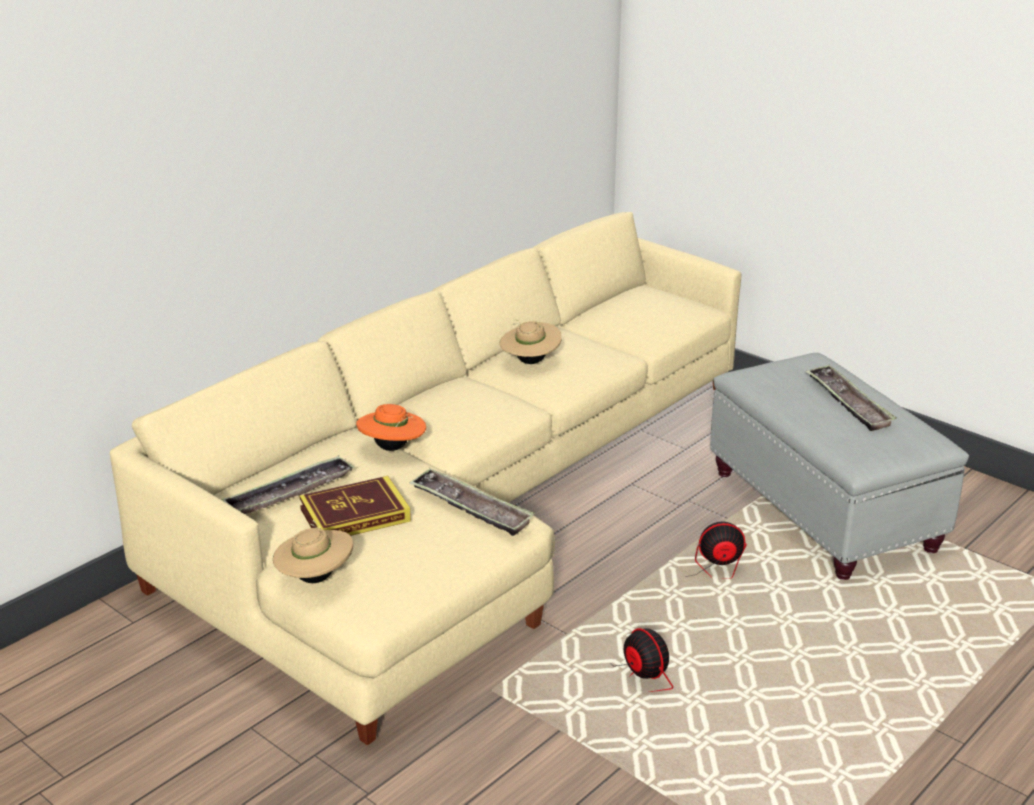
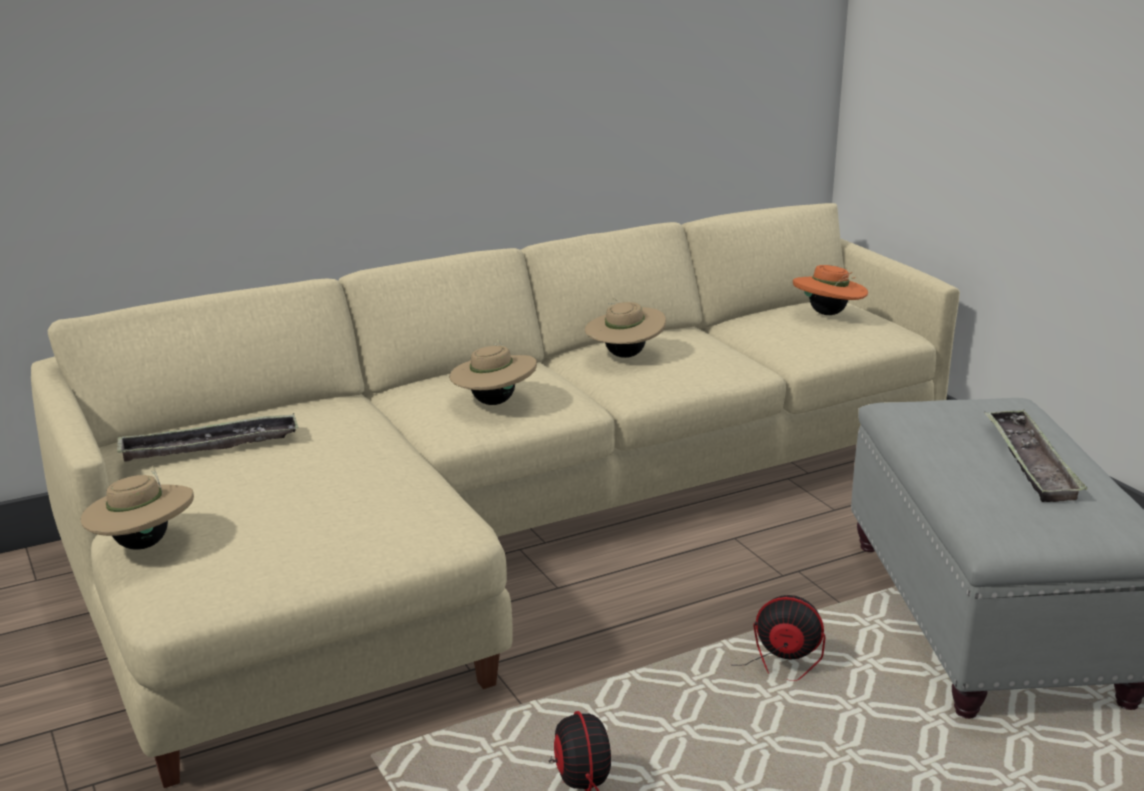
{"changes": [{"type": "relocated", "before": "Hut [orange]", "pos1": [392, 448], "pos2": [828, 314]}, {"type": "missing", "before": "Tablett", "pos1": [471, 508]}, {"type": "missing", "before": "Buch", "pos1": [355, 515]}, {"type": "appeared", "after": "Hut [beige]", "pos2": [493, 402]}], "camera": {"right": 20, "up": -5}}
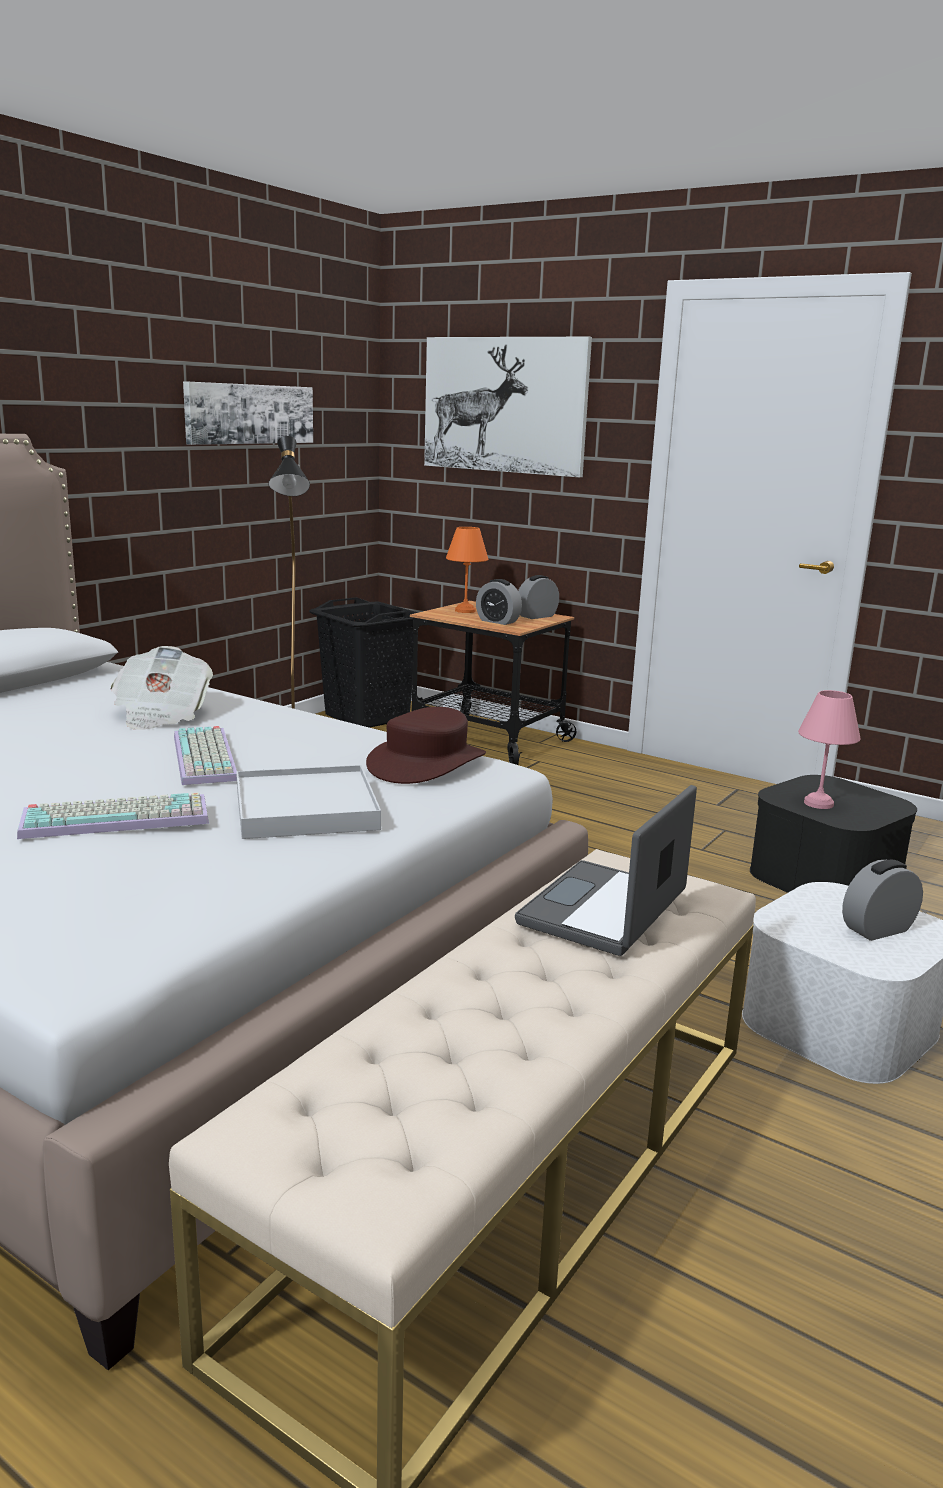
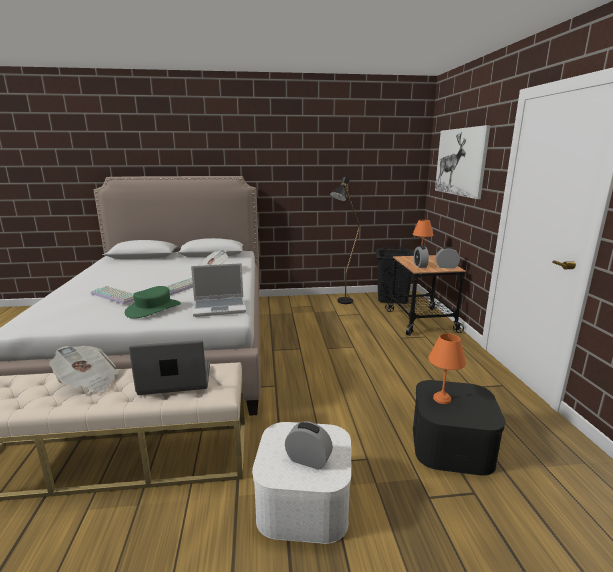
{"changes": [{"type": "missing", "before": "Bild", "pos1": [249, 414]}, {"type": "colour", "before": "Tischlampe [rosa]", "after": "Tischlampe [orange]", "pos1": [817, 803], "pos2": [442, 398]}, {"type": "exchanged", "before": "Hut [braun]", "after": "Laptop", "pos1": [426, 763], "pos2": [220, 307]}, {"type": "exchanged", "before": "Tablett [weiß]", "after": "Hut [grün]", "pos1": [306, 809], "pos2": [153, 309]}, {"type": "appeared", "after": "Zeitung", "pos2": [88, 382]}], "camera": {"right": 50, "up": 0}}
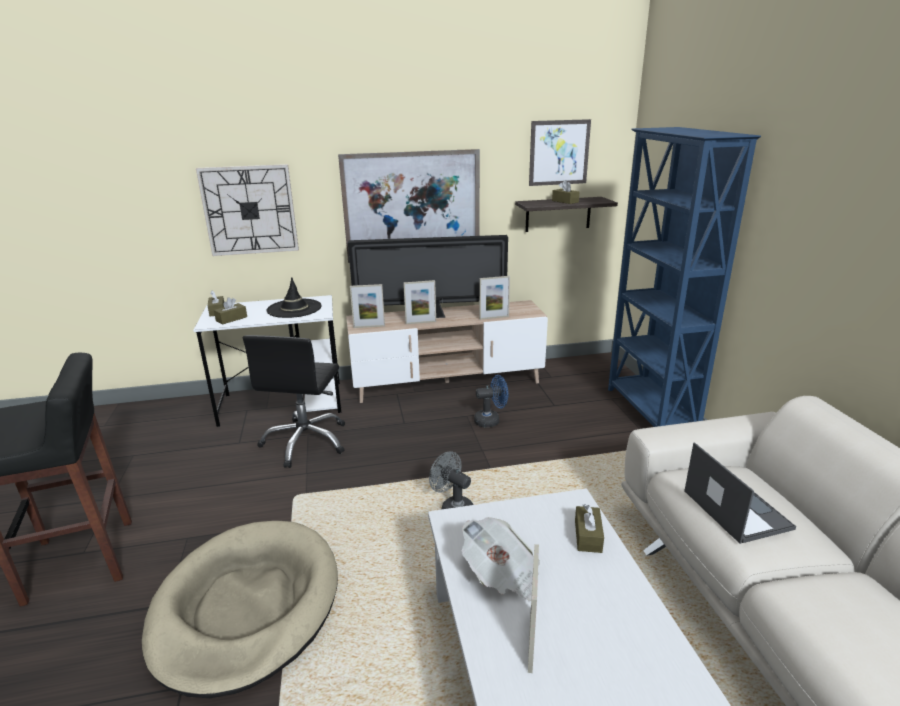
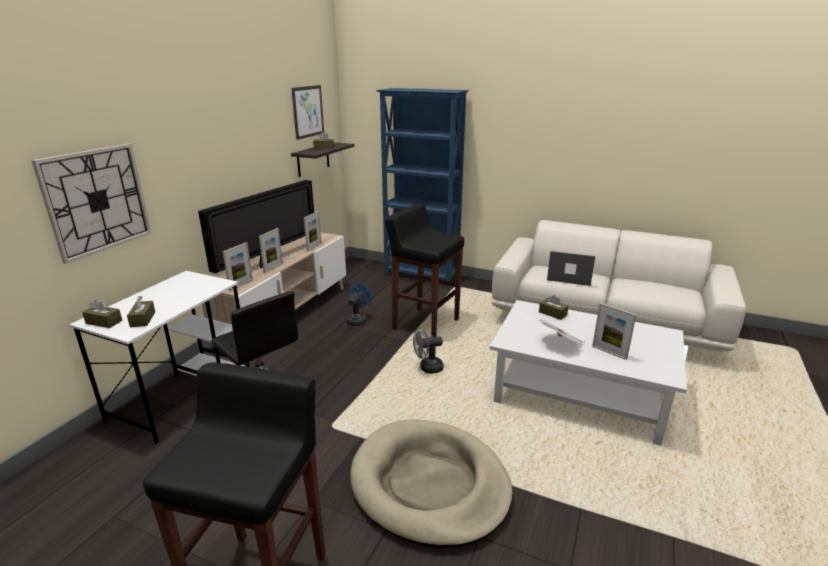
{"changes": [{"type": "missing", "before": "Bild", "pos1": [412, 206]}, {"type": "missing", "before": "Hut [schwarz]", "pos1": [294, 308]}, {"type": "appeared", "after": "Hocker [schwarz]", "pos2": [425, 324]}], "camera": {"right": -55, "up": 0}}
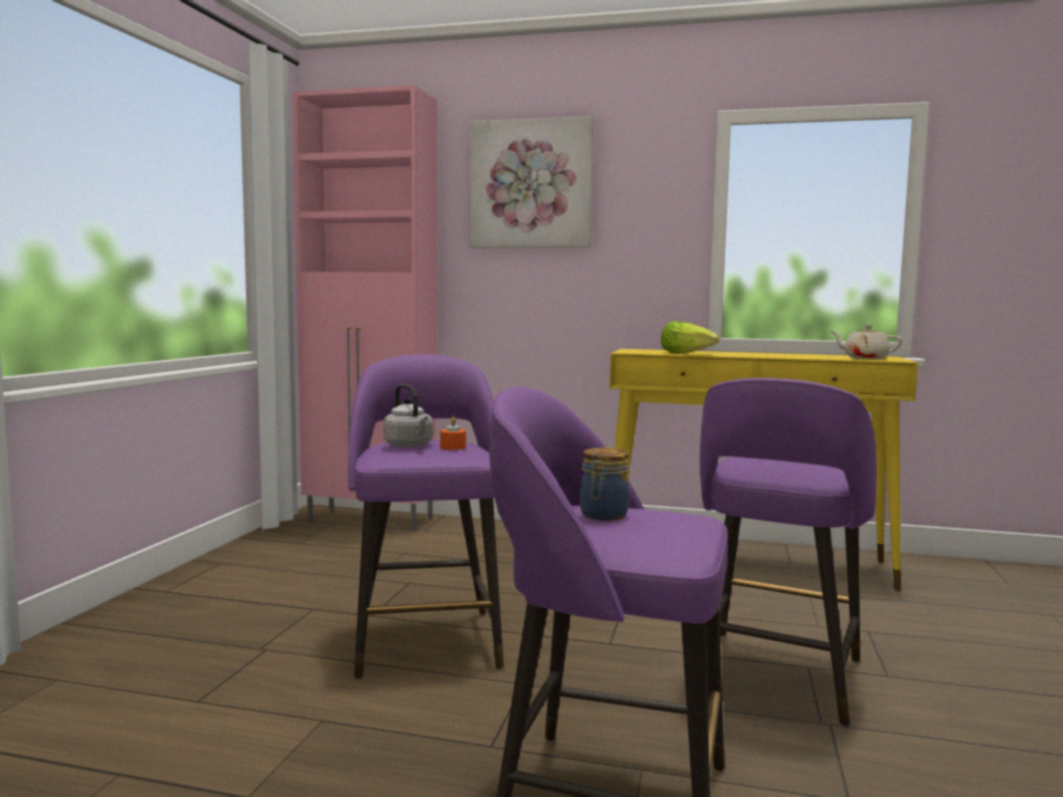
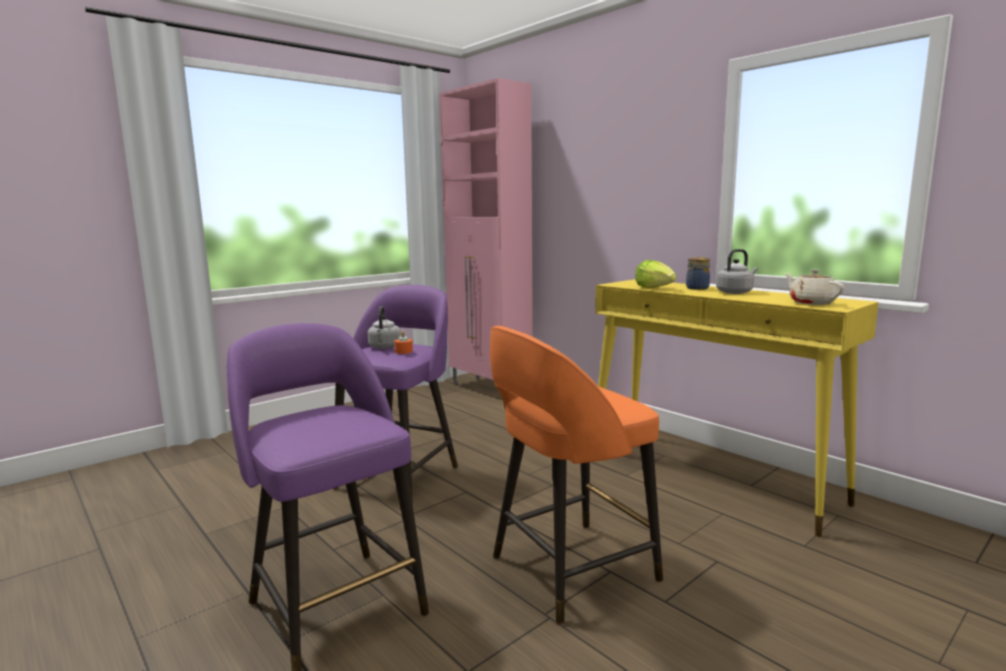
{"changes": [{"type": "missing", "before": "Bild", "pos1": [531, 184]}, {"type": "colour", "before": "Hocker [lila]", "after": "Hocker [orange]", "pos1": [774, 677], "pos2": [569, 569]}, {"type": "relocated", "before": "Vorratsglas", "pos1": [603, 516], "pos2": [696, 288]}, {"type": "appeared", "after": "Wasserkessel [grau]", "pos2": [735, 292]}], "camera": {"right": 35, "up": 5}}
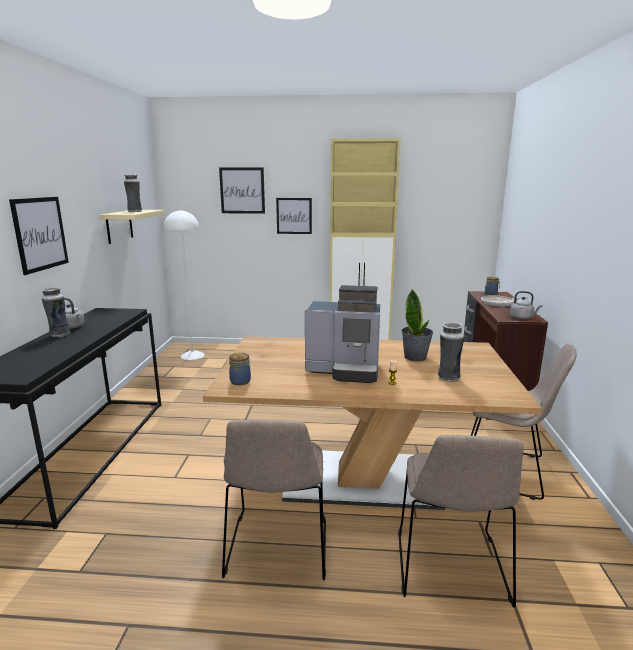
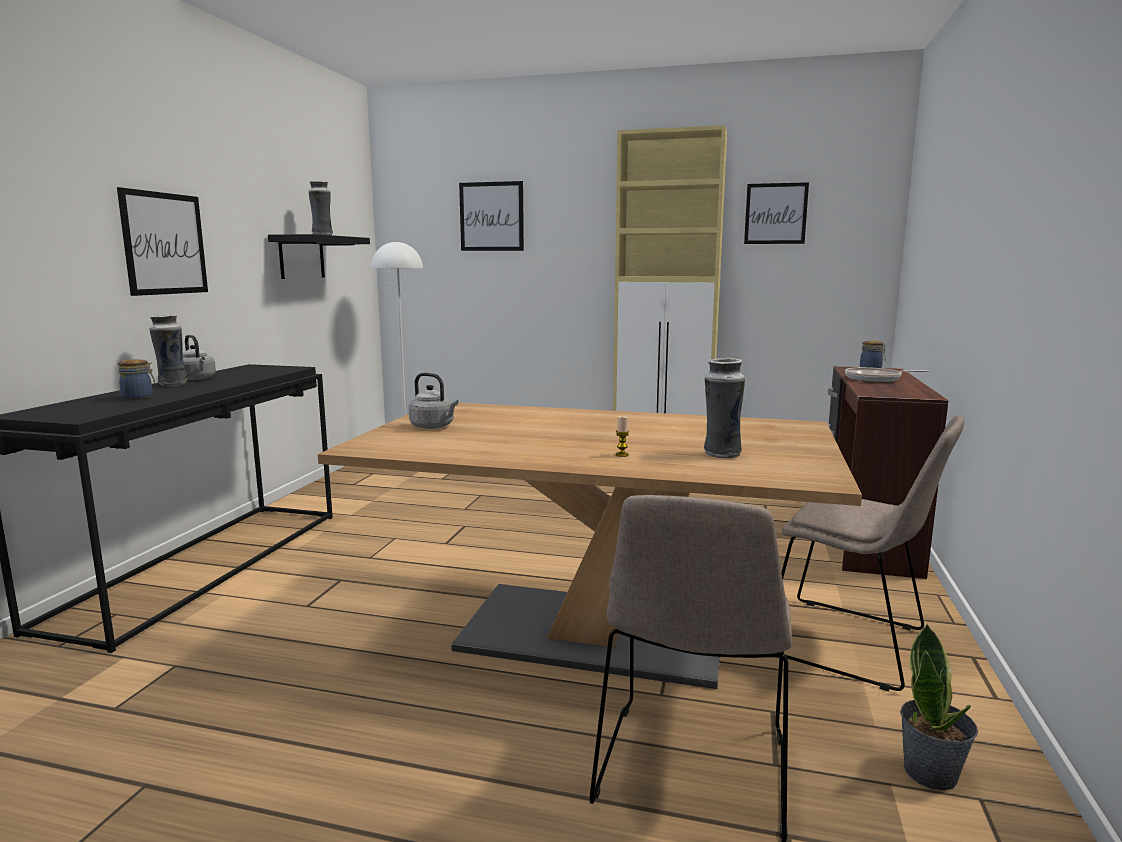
{"changes": [{"type": "relocated", "before": "Bild", "pos1": [294, 216], "pos2": [775, 213]}, {"type": "colour", "before": "Wandregal [beige]", "after": "Wandregal [schwarz]", "pos1": [119, 226], "pos2": [301, 257]}, {"type": "missing", "before": "Kaffeemaschine", "pos1": [345, 370]}, {"type": "relocated", "before": "Topfpflanze", "pos1": [415, 357], "pos2": [931, 773]}, {"type": "relocated", "before": "Wasserkessel [grau]", "pos1": [522, 317], "pos2": [434, 426]}, {"type": "relocated", "before": "Vorratsglas", "pos1": [241, 381], "pos2": [139, 398]}, {"type": "missing", "before": "Stuhl [beige]", "pos1": [277, 549]}], "camera": {"right": 10, "up": -5}}
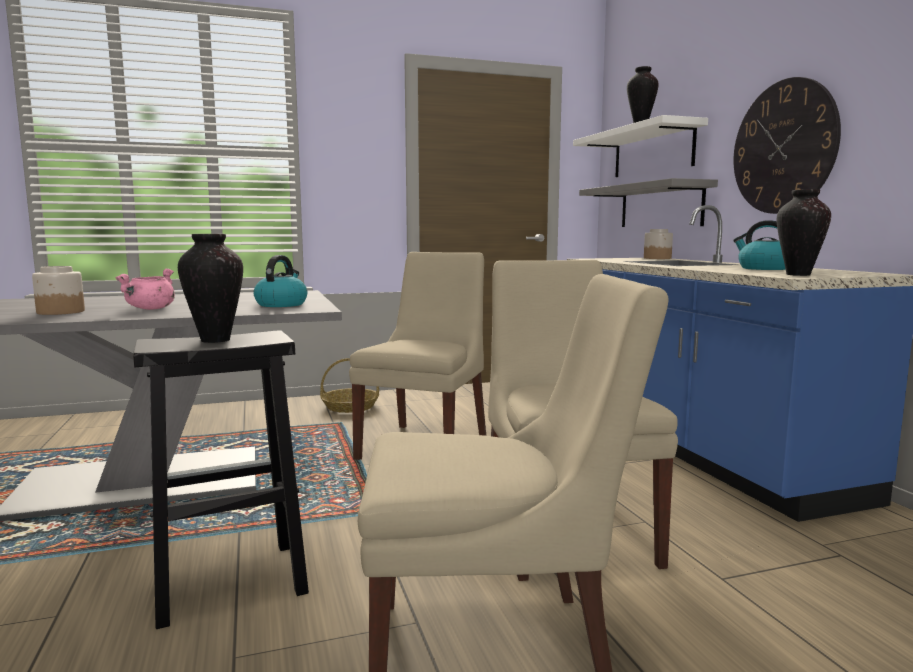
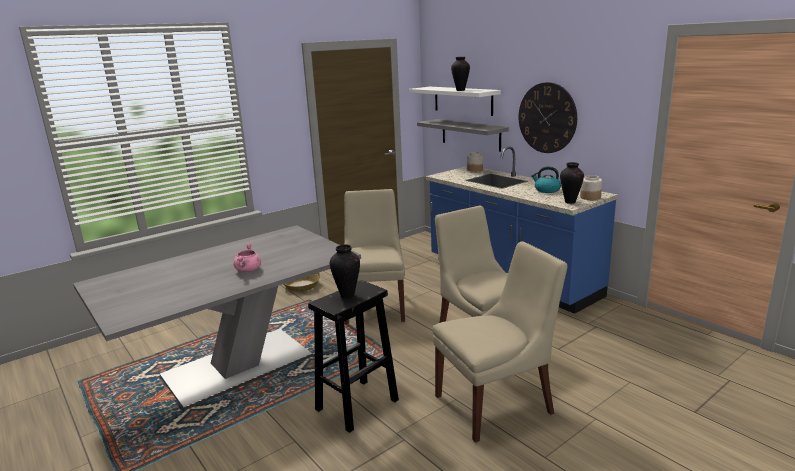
{"changes": [{"type": "missing", "before": "Wasserkessel", "pos1": [281, 304]}, {"type": "relocated", "before": "Vorratsglas", "pos1": [60, 312], "pos2": [590, 197]}], "camera": {"right": -20, "up": 10}}
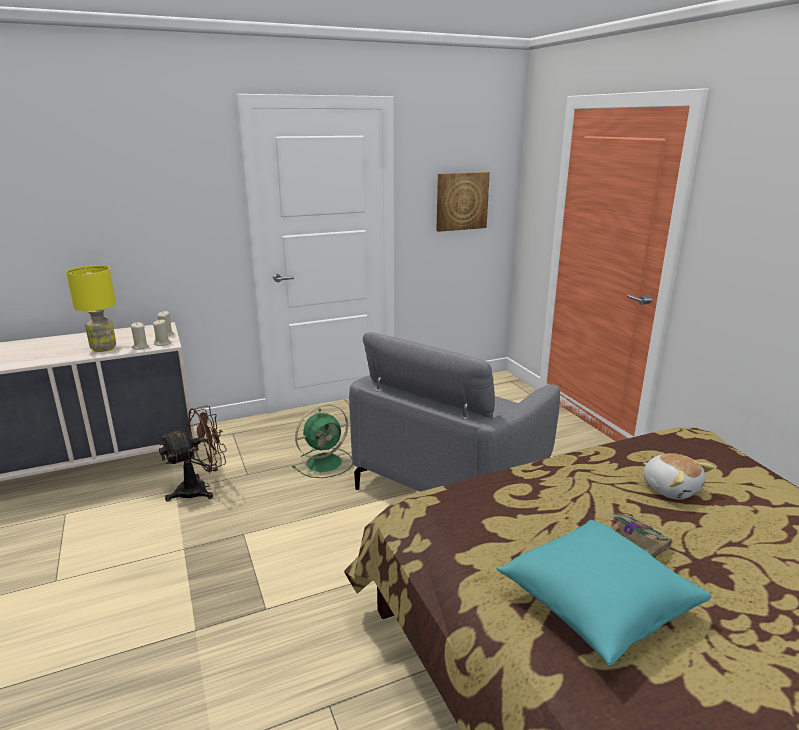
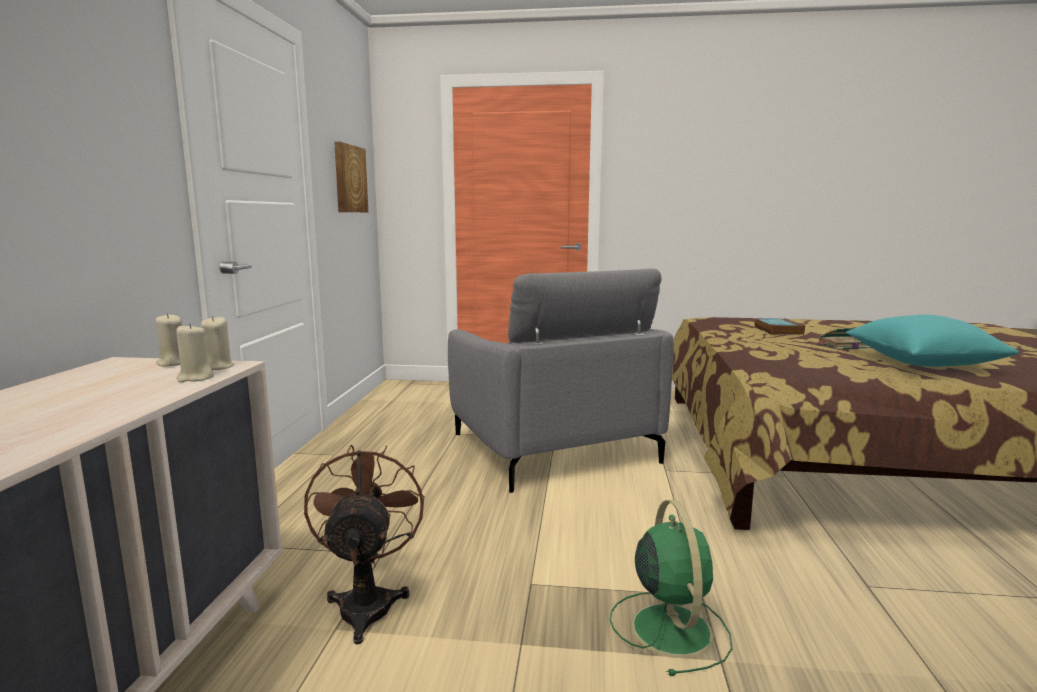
{"changes": [{"type": "missing", "before": "Tischlampe [gelb]", "pos1": [103, 348]}, {"type": "relocated", "before": "Ventilator [grün]", "pos1": [325, 462], "pos2": [670, 627]}, {"type": "exchanged", "before": "Plüschtier", "after": "Buch", "pos1": [670, 488], "pos2": [777, 330]}], "camera": {"right": -60, "up": -10}}
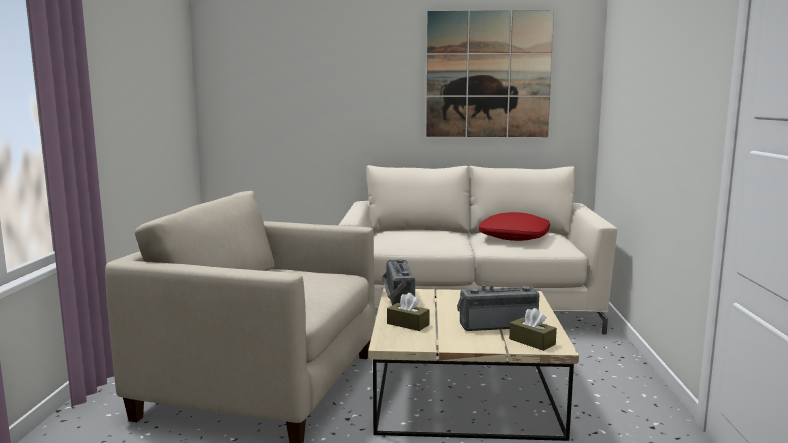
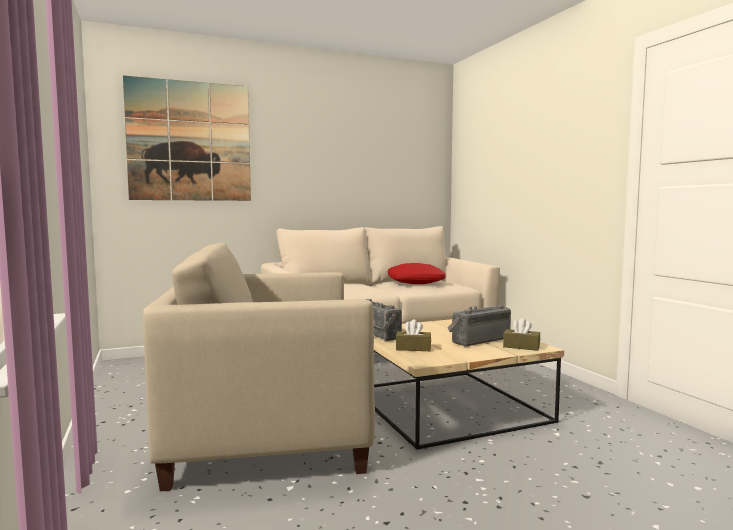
{"changes": [{"type": "relocated", "before": "Bild", "pos1": [488, 75], "pos2": [190, 141]}], "camera": {"right": -25, "up": -5}}
